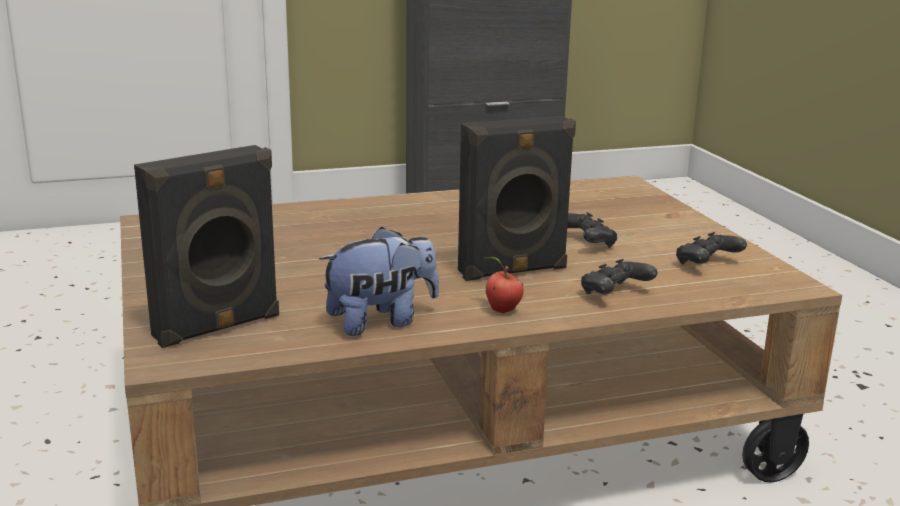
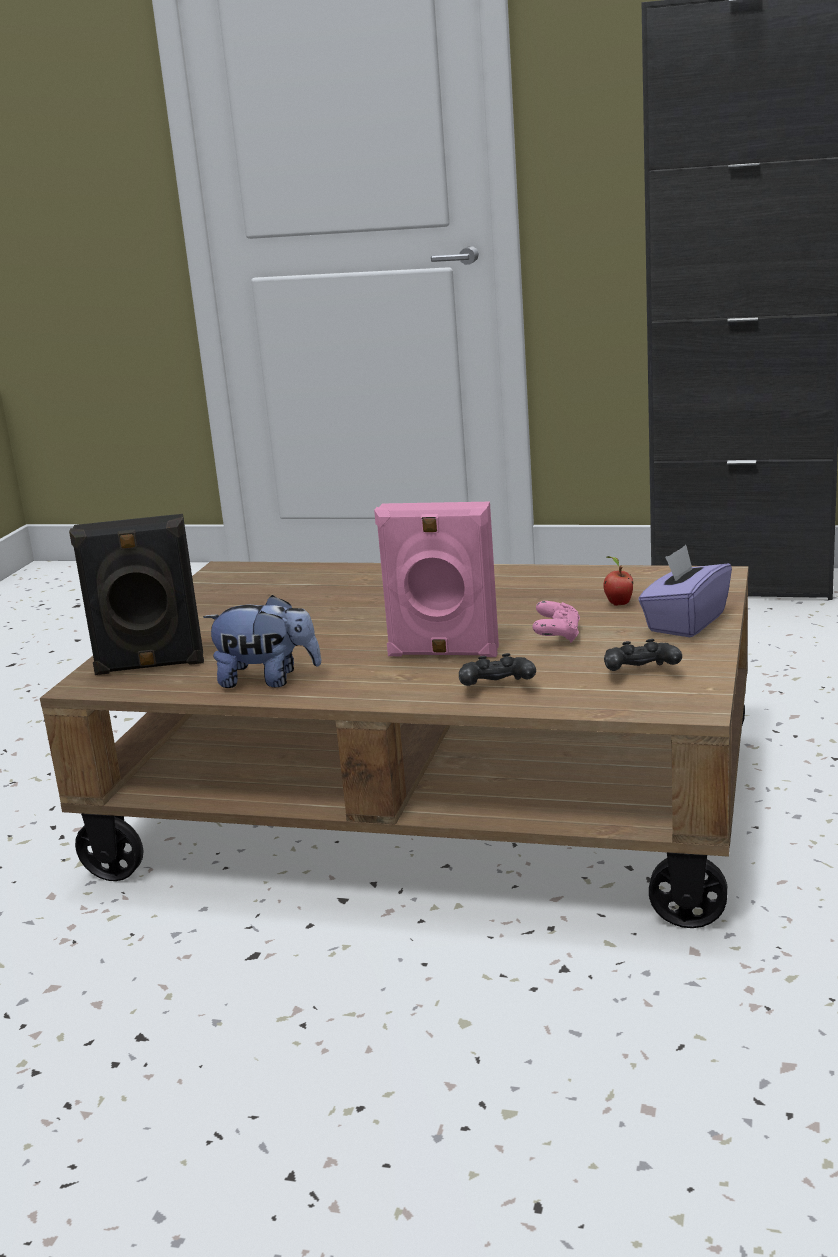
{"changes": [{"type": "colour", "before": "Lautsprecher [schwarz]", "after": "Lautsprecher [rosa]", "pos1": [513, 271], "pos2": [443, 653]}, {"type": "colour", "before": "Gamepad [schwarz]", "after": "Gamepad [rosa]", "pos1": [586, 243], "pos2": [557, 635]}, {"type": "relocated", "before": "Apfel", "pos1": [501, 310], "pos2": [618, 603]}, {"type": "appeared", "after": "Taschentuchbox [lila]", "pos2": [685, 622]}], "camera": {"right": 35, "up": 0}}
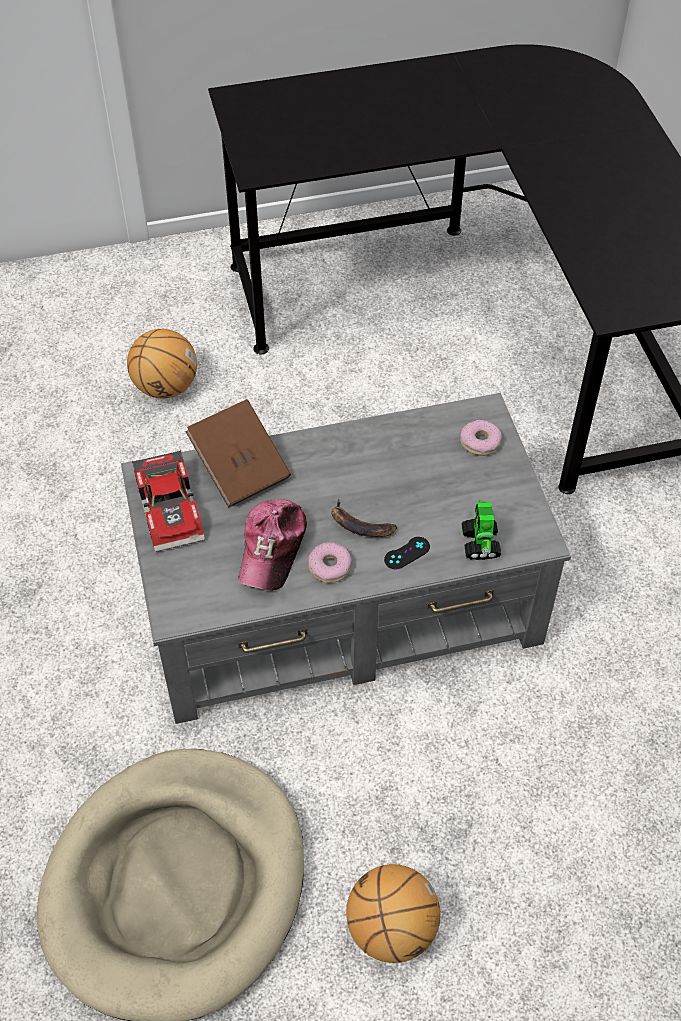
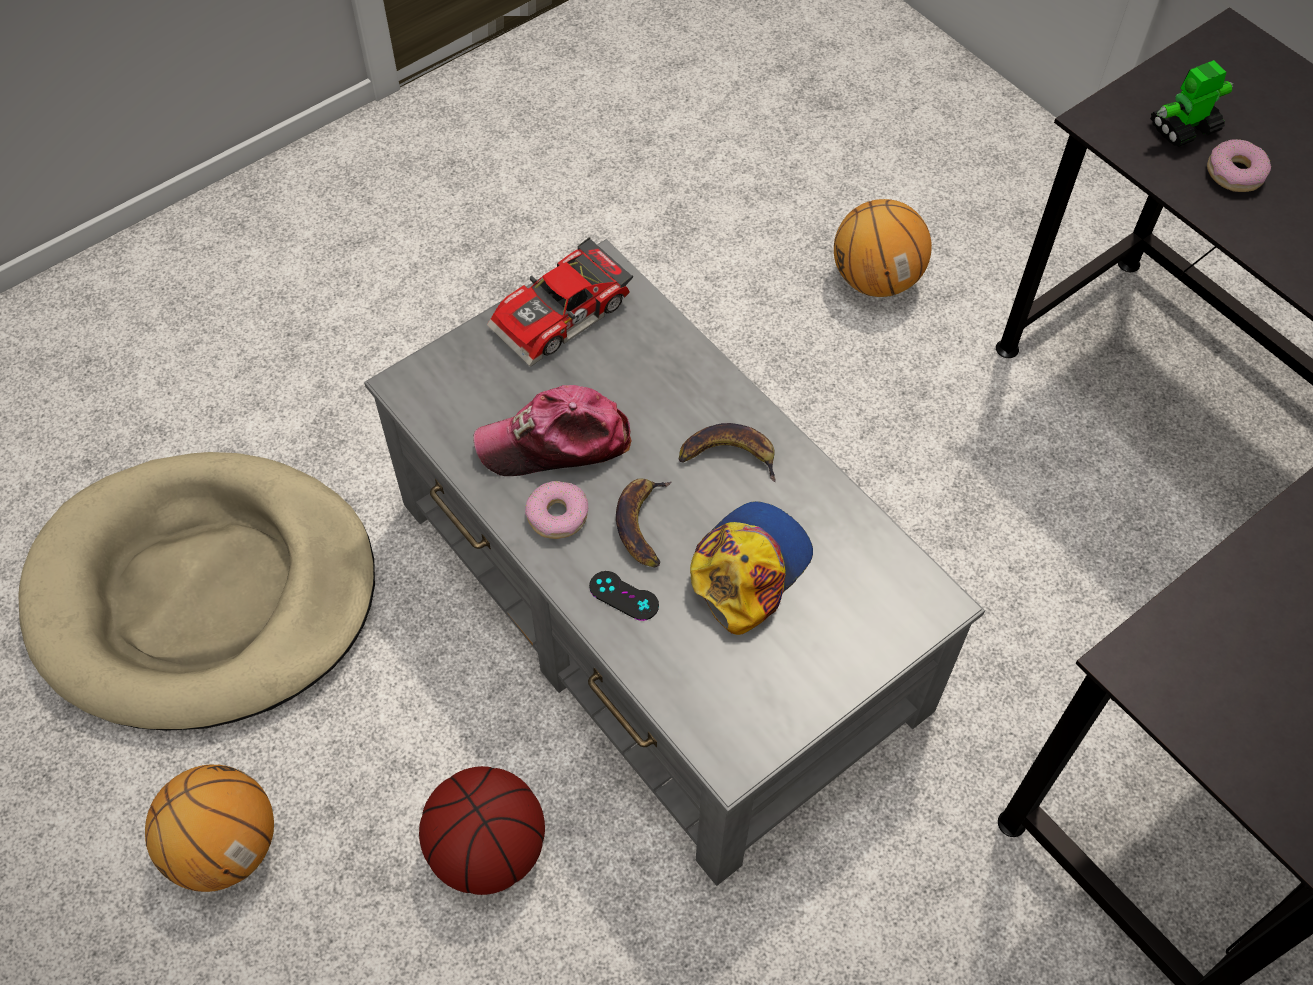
{"changes": [{"type": "missing", "before": "Buch [braun]", "pos1": [240, 467]}, {"type": "relocated", "before": "Donut", "pos1": [480, 442], "pos2": [1234, 173]}, {"type": "relocated", "before": "Spielzeugroboter", "pos1": [480, 543], "pos2": [1183, 128]}, {"type": "appeared", "after": "Banane", "pos2": [729, 455]}, {"type": "appeared", "after": "Kappe", "pos2": [749, 568]}, {"type": "appeared", "after": "Basketball", "pos2": [487, 850]}], "camera": {"right": 65, "up": 5}}
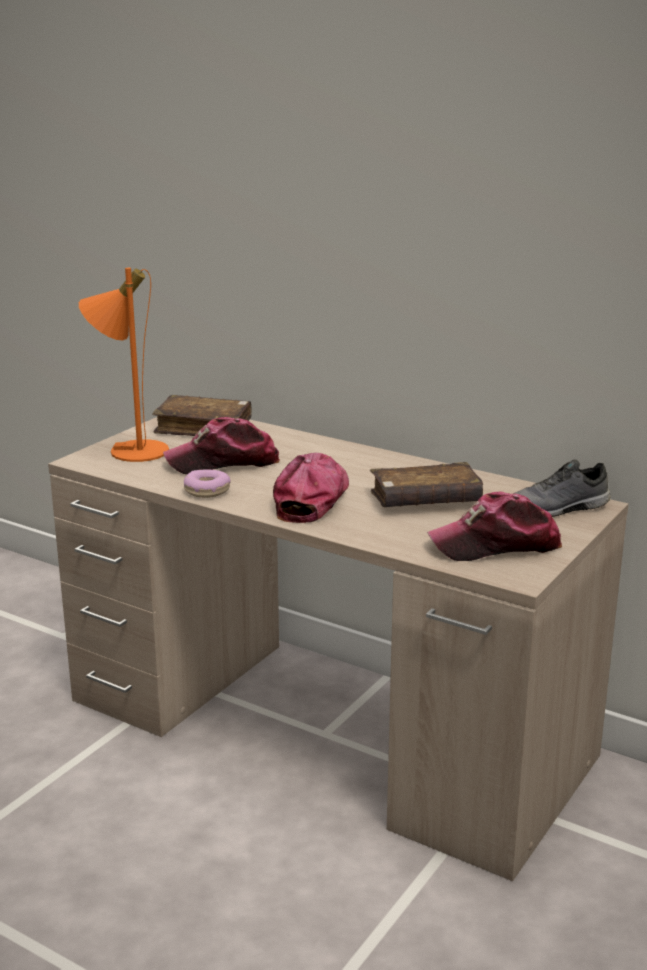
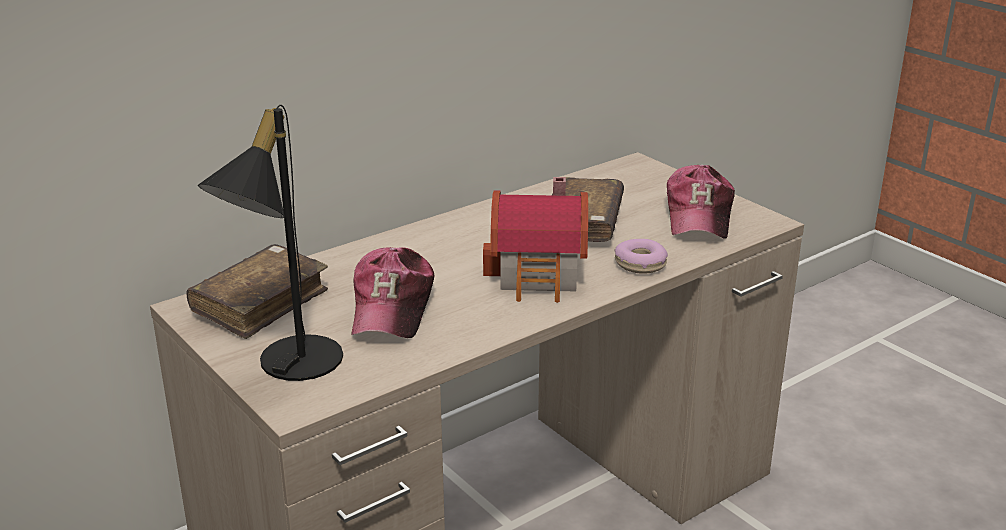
{"changes": [{"type": "colour", "before": "Tischlampe [orange]", "after": "Tischlampe [schwarz]", "pos1": [130, 449], "pos2": [286, 364]}, {"type": "exchanged", "before": "Kappe", "after": "Spielzeughaus", "pos1": [312, 499], "pos2": [541, 276]}, {"type": "missing", "before": "Schuh [grau]", "pos1": [558, 509]}, {"type": "relocated", "before": "Donut", "pos1": [207, 490], "pos2": [640, 264]}], "camera": {"right": -70, "up": 5}}
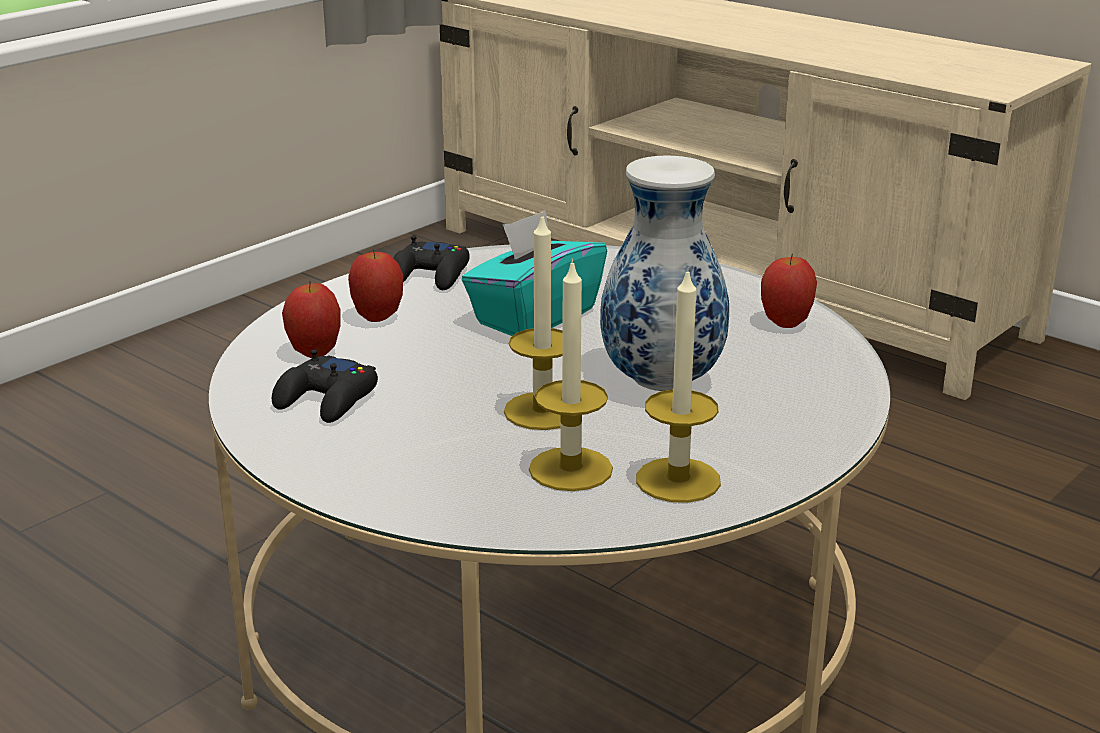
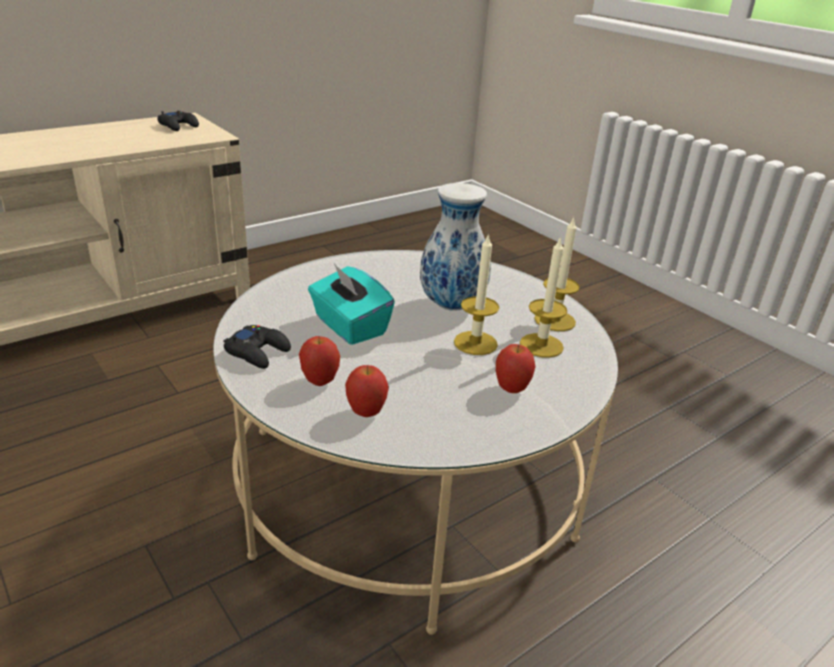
{"changes": [{"type": "relocated", "before": "Apfel", "pos1": [785, 324], "pos2": [511, 389]}, {"type": "relocated", "before": "Gamepad [schwarz]", "pos1": [327, 400], "pos2": [178, 126]}], "camera": {"right": -80, "up": 5}}
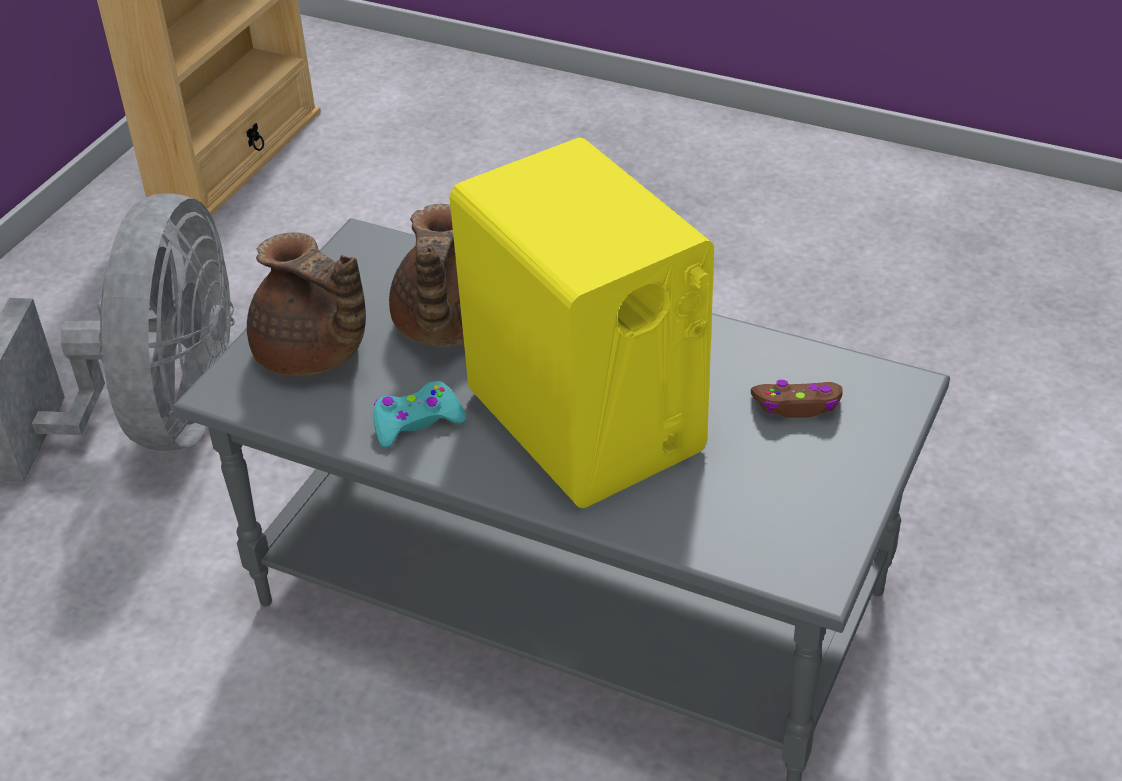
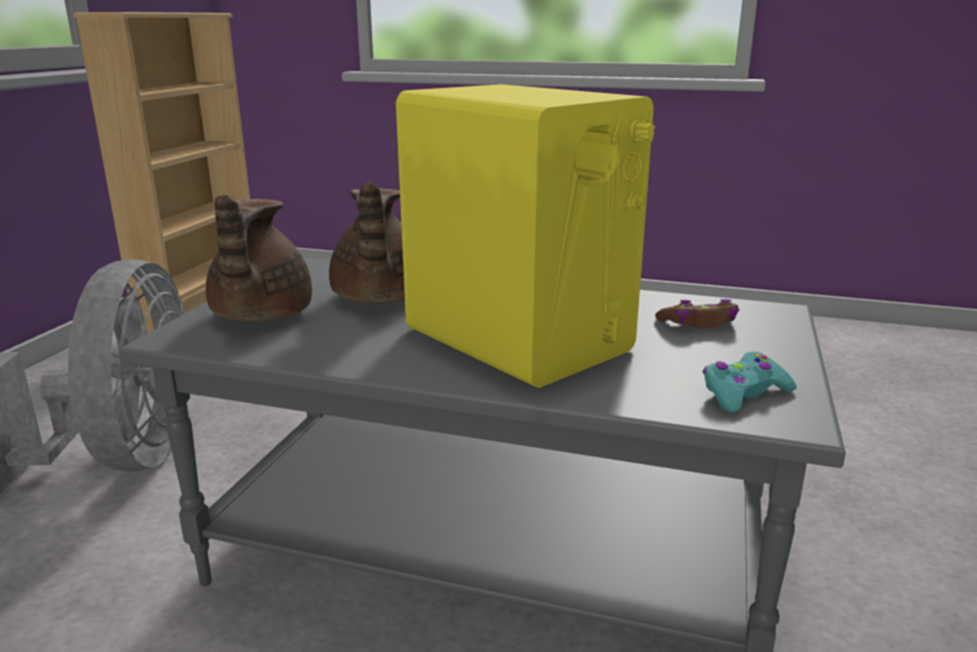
{"changes": [{"type": "spun", "before": "Teekanne [braun]", "pos1": [313, 355], "pos2": [259, 316], "turn": 60}, {"type": "relocated", "before": "Gamepad [türkis]", "pos1": [417, 422], "pos2": [744, 393]}], "camera": {"right": -10, "up": -20}}
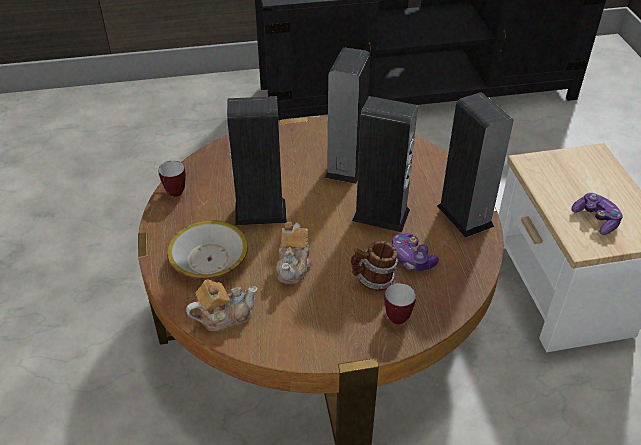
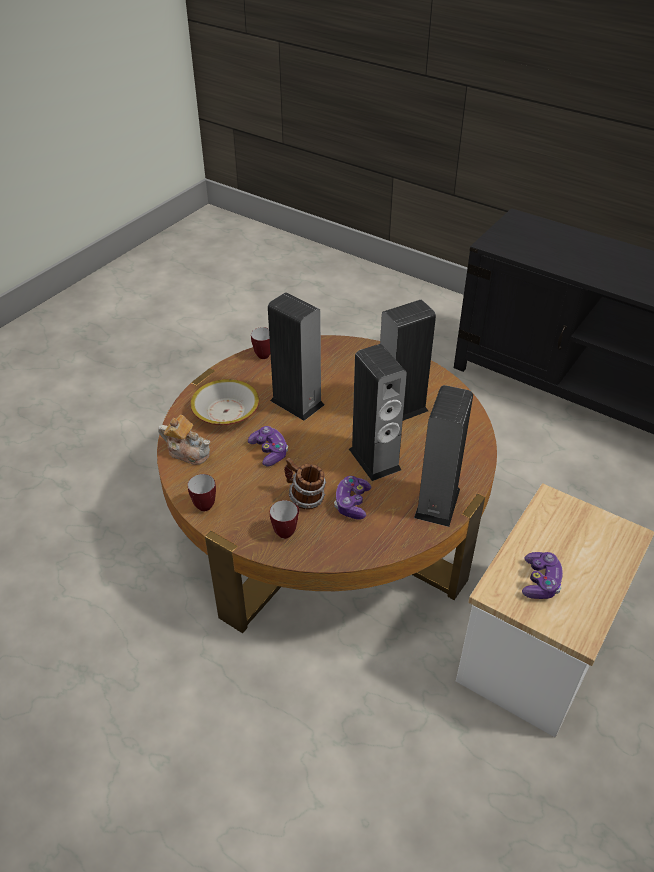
{"changes": [{"type": "exchanged", "before": "Teekanne", "after": "Gamepad", "pos1": [294, 265], "pos2": [269, 451]}, {"type": "appeared", "after": "Henkelbecher", "pos2": [205, 503]}], "camera": {"right": 45, "up": 0}}
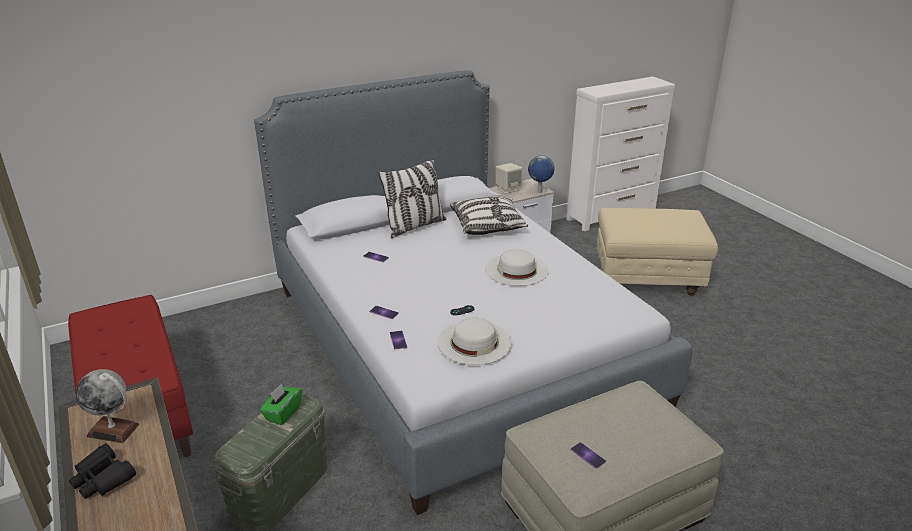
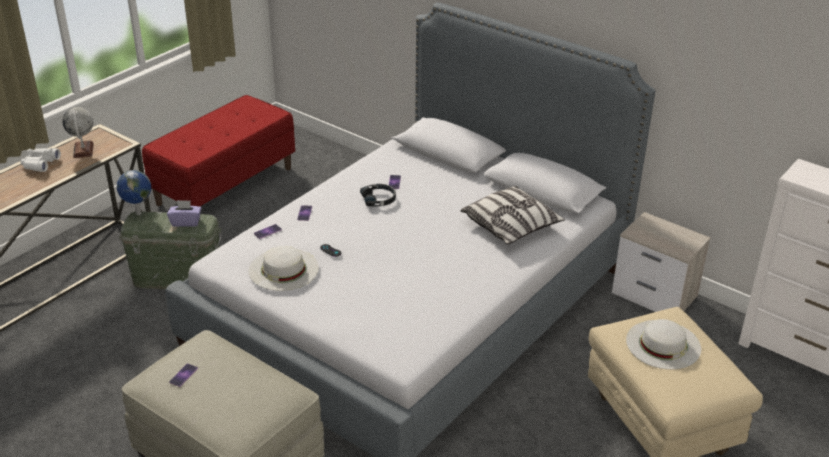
{"changes": [{"type": "relocated", "before": "Globus", "pos1": [539, 192], "pos2": [138, 214]}, {"type": "missing", "before": "Kissen", "pos1": [414, 226]}, {"type": "missing", "before": "Lautsprecher [beige]", "pos1": [508, 189]}, {"type": "relocated", "before": "Hut [weiß]", "pos1": [516, 269], "pos2": [663, 344]}, {"type": "colour", "before": "Taschentuchbox [grün]", "after": "Taschentuchbox [lila]", "pos1": [282, 413], "pos2": [186, 222]}, {"type": "colour", "before": "Fernglas [schwarz]", "after": "Fernglas [weiß]", "pos1": [103, 478], "pos2": [40, 164]}, {"type": "appeared", "after": "Kopfhörer [schwarz]", "pos2": [379, 199]}], "camera": {"right": 65, "up": 5}}
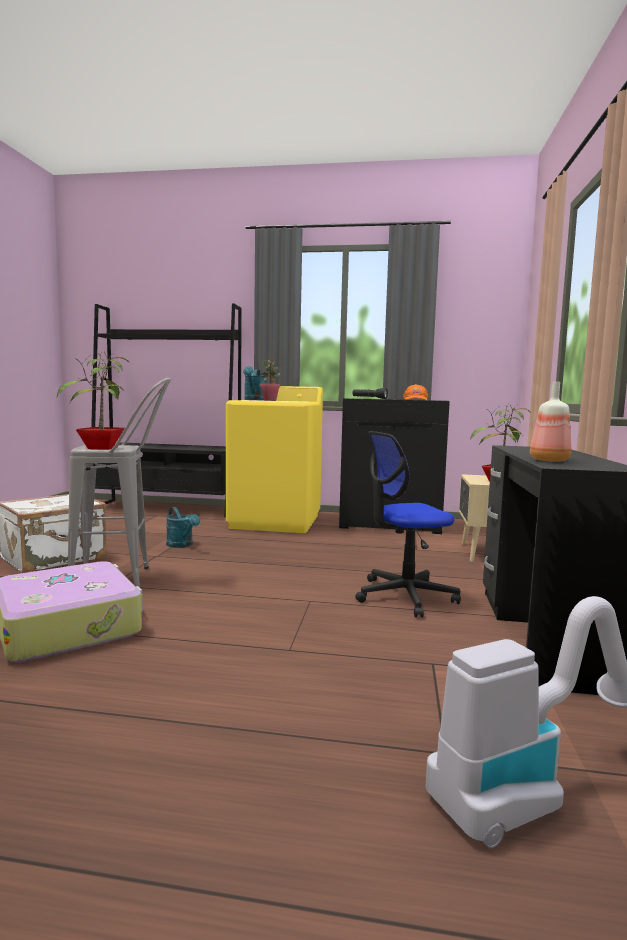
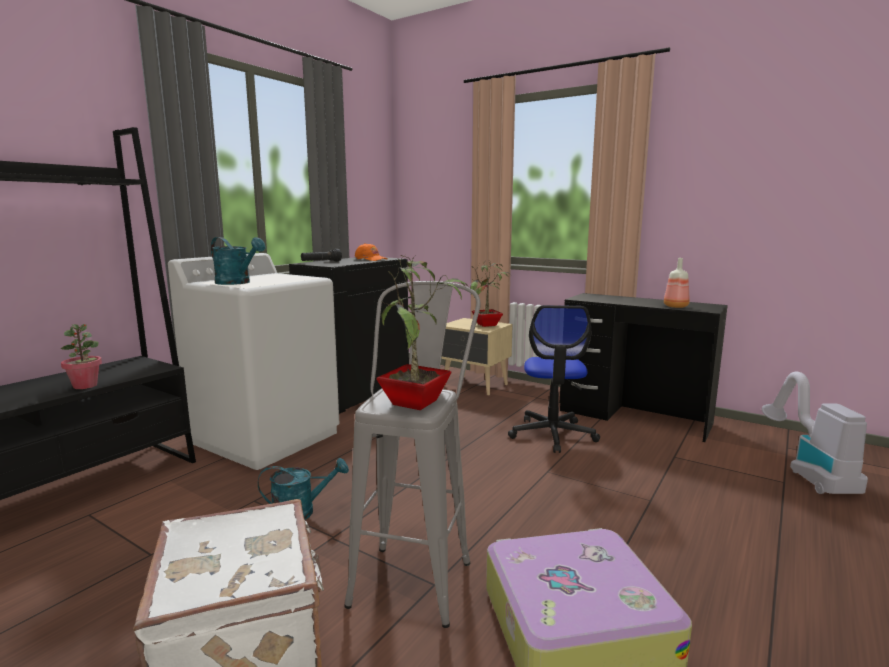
{"changes": [{"type": "relocated", "before": "Topfpflanze", "pos1": [270, 400], "pos2": [85, 386]}, {"type": "colour", "before": "Waschmaschine [gelb]", "after": "Waschmaschine [weiß]", "pos1": [276, 521], "pos2": [267, 437]}], "camera": {"right": -65, "up": 5}}
